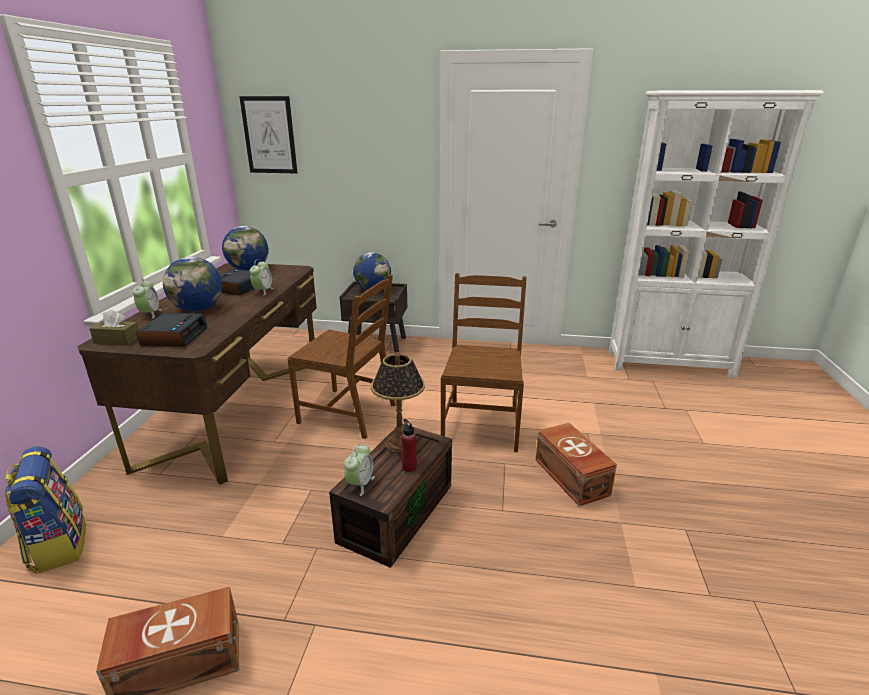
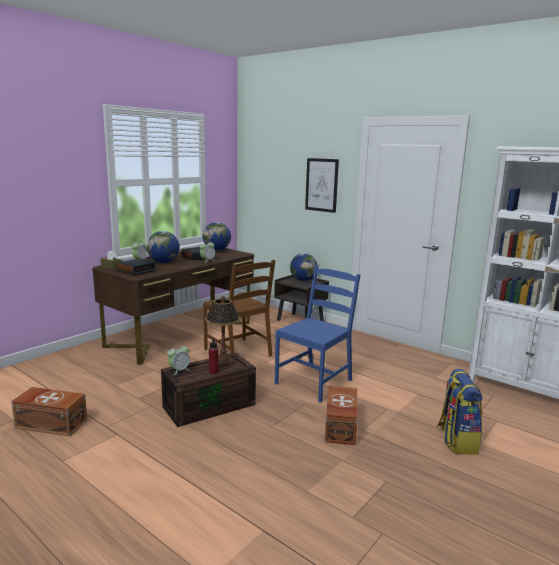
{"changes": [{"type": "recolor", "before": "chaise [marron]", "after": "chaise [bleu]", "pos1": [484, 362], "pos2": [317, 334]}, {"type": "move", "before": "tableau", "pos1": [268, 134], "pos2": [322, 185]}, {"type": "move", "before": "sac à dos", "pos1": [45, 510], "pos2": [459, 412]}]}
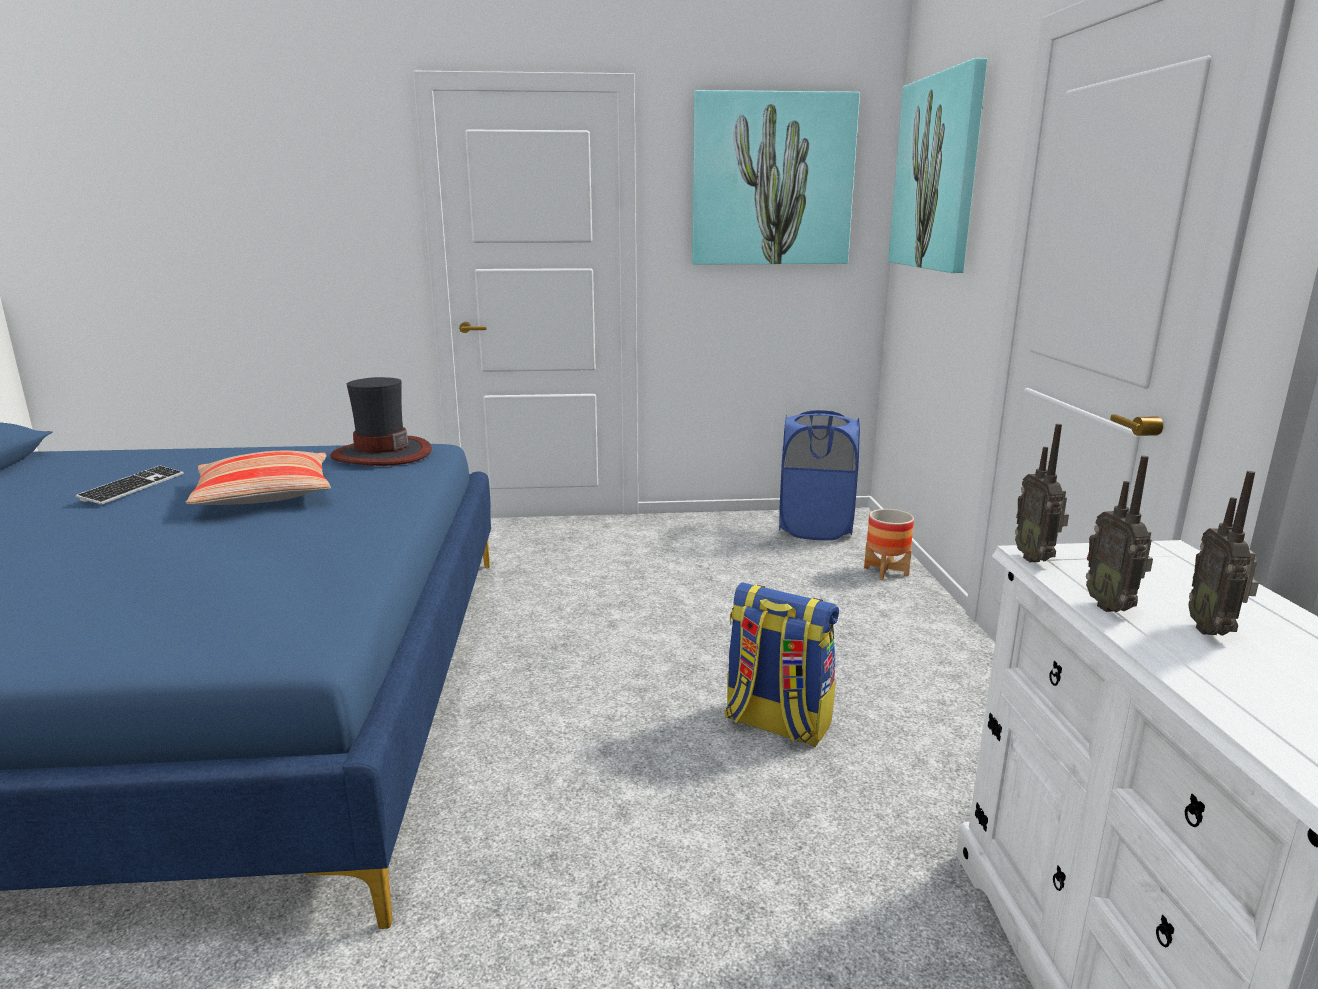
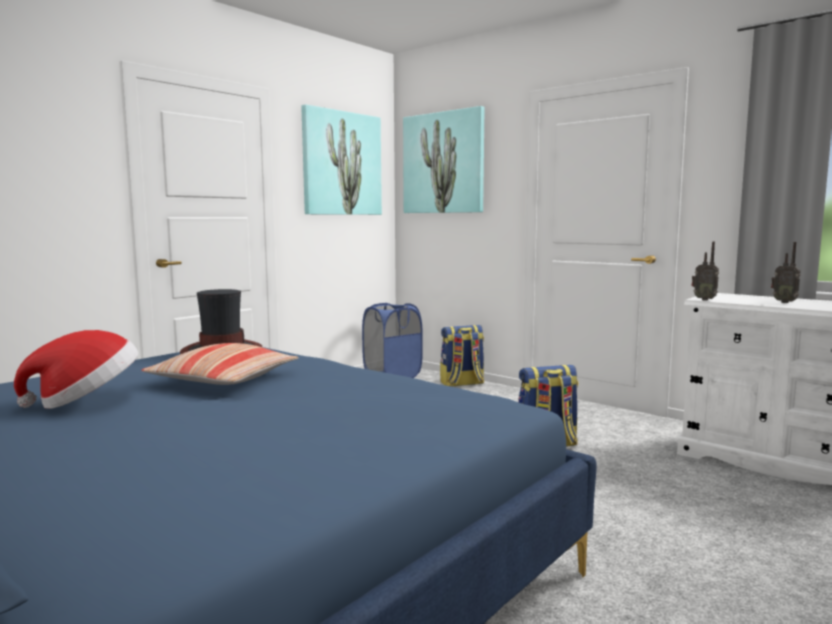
{"changes": [{"type": "replace", "before": "clavier", "after": "chapeau", "pos1": [129, 485], "pos2": [76, 369]}, {"type": "replace", "before": "cache-pot", "after": "sac à dos", "pos1": [889, 544], "pos2": [462, 356]}, {"type": "delete", "before": "radio", "pos1": [1119, 534]}]}
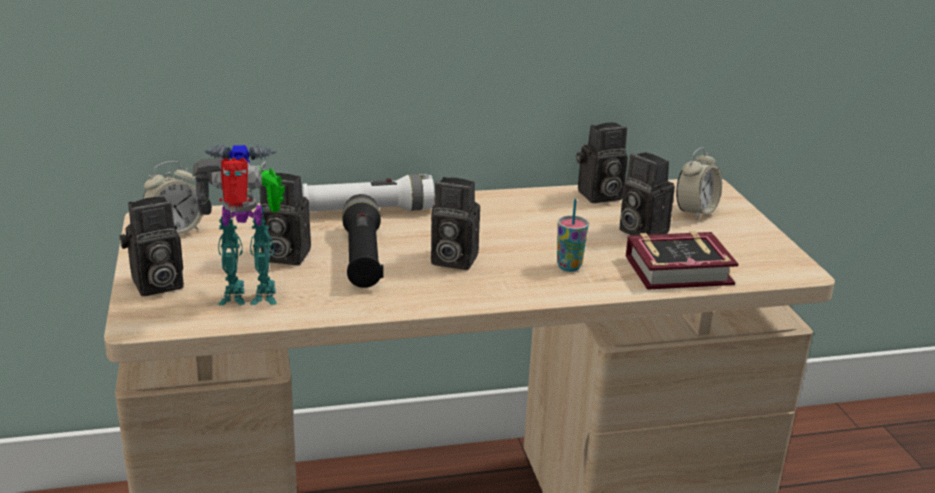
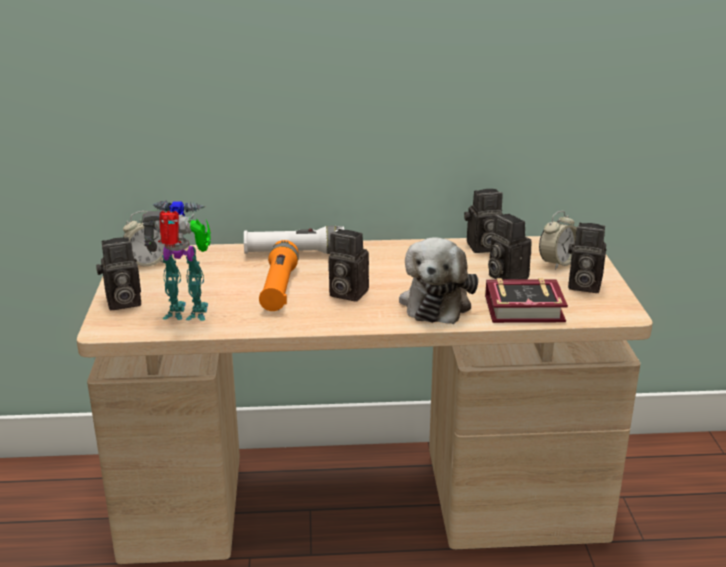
{"changes": [{"type": "recolor", "before": "lampe de poche [noir]", "after": "lampe de poche [orange]", "pos1": [363, 241], "pos2": [279, 275]}, {"type": "replace", "before": "tasse", "after": "peluche", "pos1": [573, 235], "pos2": [438, 280]}, {"type": "move", "before": "appareil photo", "pos1": [285, 219], "pos2": [587, 258]}]}
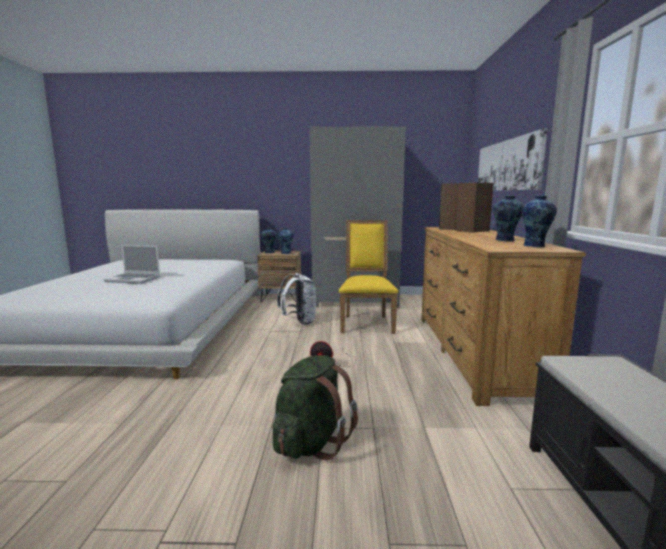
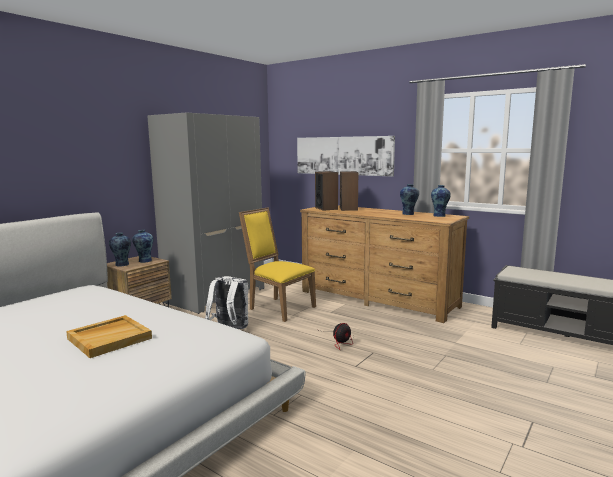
{"changes": [{"type": "replace", "before": "ordinateur portable", "after": "plateau [beige]", "pos1": [131, 264], "pos2": [109, 336]}, {"type": "delete", "before": "sac à dos [vert]", "pos1": [315, 407]}]}
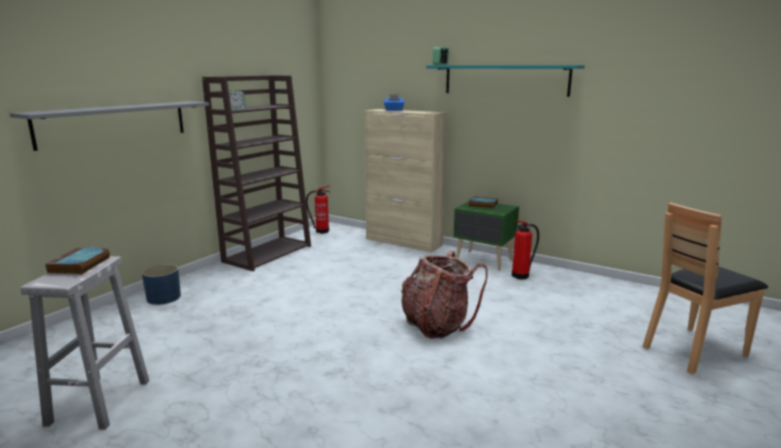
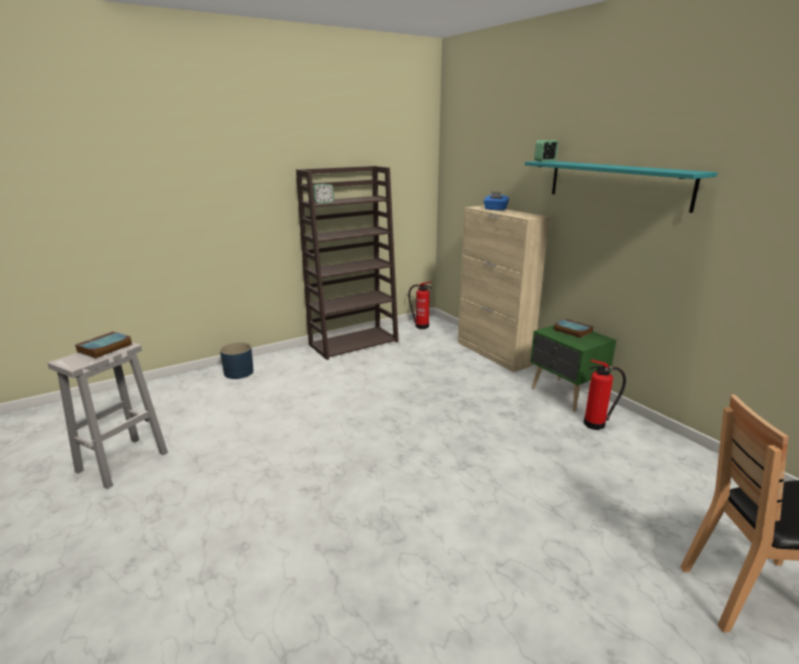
{"changes": [{"type": "delete", "before": "étagère [gris]", "pos1": [109, 126]}, {"type": "delete", "before": "sac à dos", "pos1": [444, 295]}]}
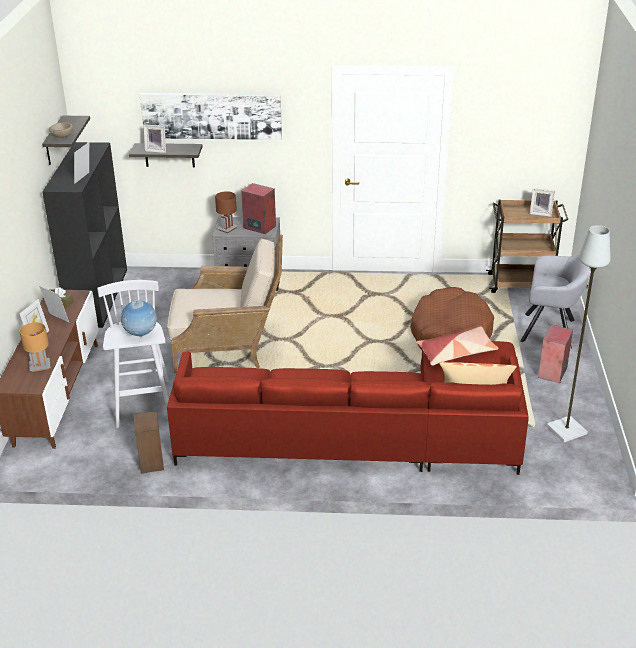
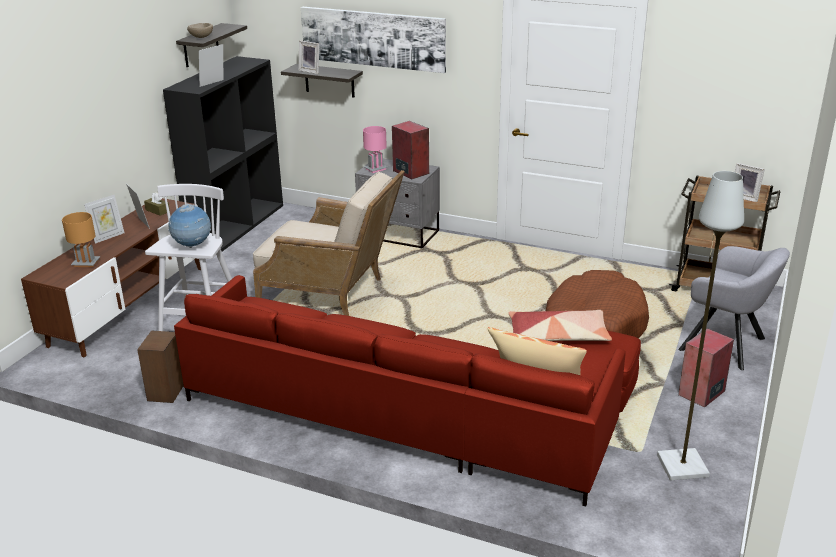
{"changes": [{"type": "recolor", "before": "lampe de table [marron]", "after": "lampe de table [rose]", "pos1": [226, 212], "pos2": [375, 149]}]}
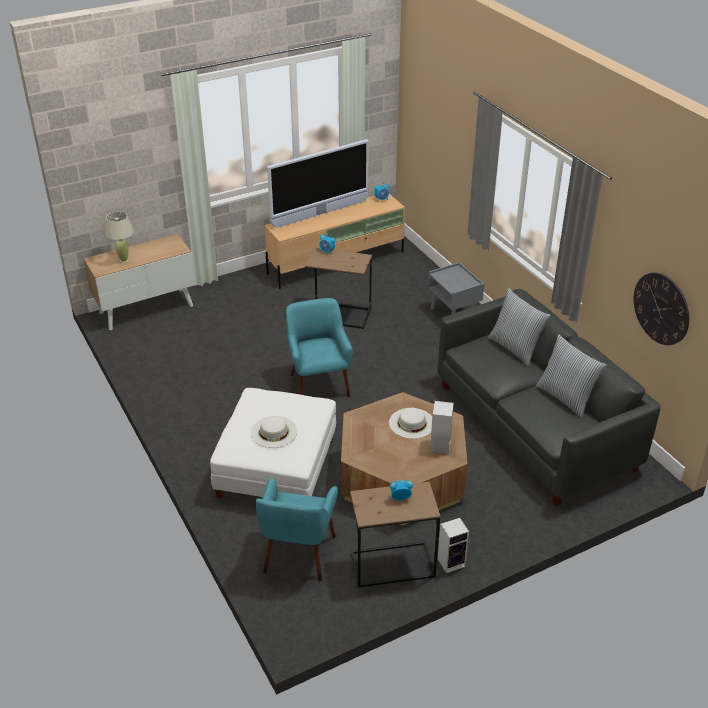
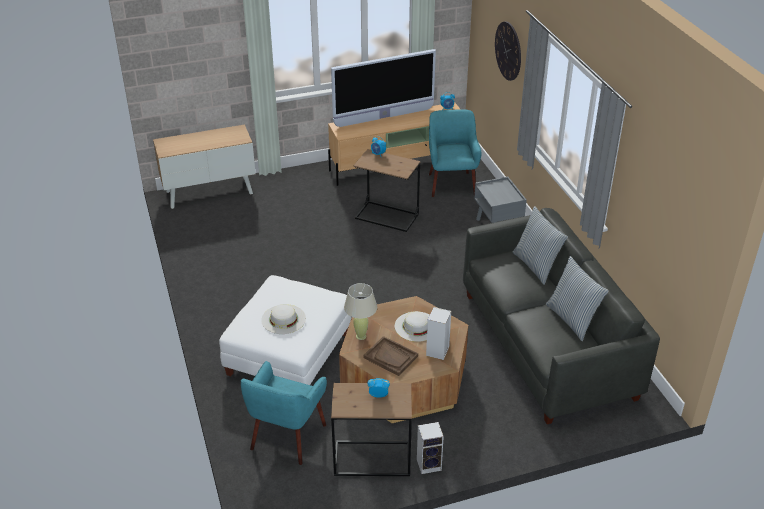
{"changes": [{"type": "move", "before": "lampe de table [beige]", "pos1": [119, 237], "pos2": [360, 311]}, {"type": "insert", "after": "plateau [marron]", "pos2": [390, 356]}, {"type": "move", "before": "fauteuil [turquoise]", "pos1": [319, 347], "pos2": [455, 153]}, {"type": "move", "before": "horloge murale", "pos1": [661, 309], "pos2": [508, 51]}]}
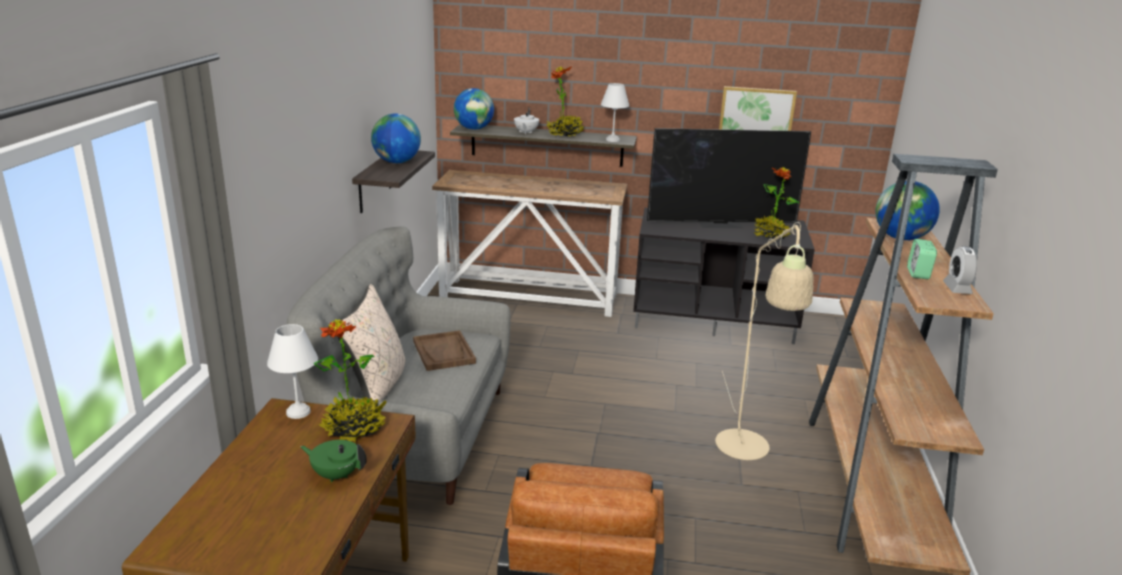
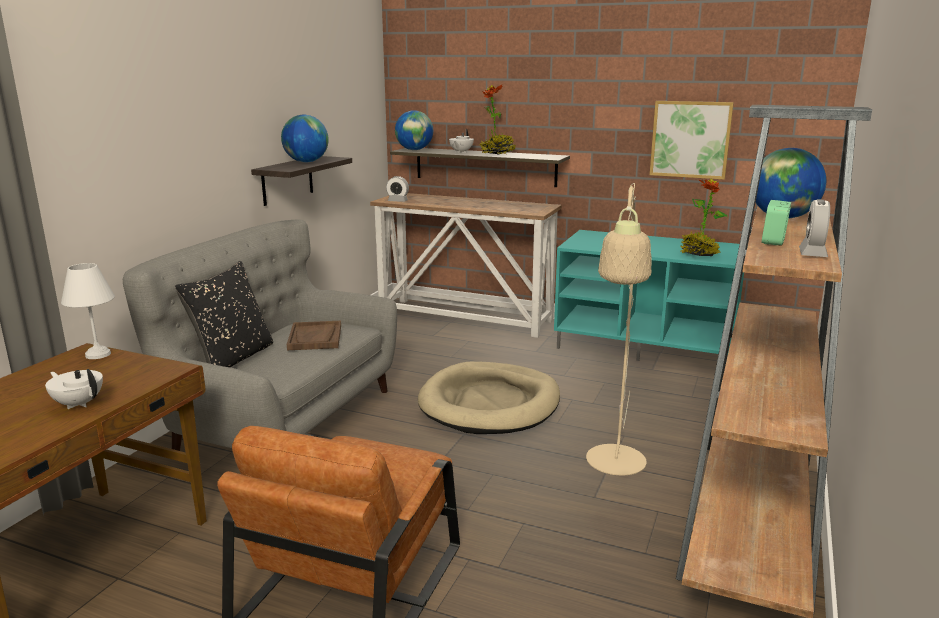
{"changes": [{"type": "recolor", "before": "théière [vert]", "after": "théière [blanc]", "pos1": [334, 461], "pos2": [74, 389]}, {"type": "recolor", "before": "coussin [beige]", "after": "coussin [noir]", "pos1": [371, 342], "pos2": [224, 314]}, {"type": "insert", "after": "réveil", "pos2": [397, 189]}, {"type": "insert", "after": "panier pour chien [beige]", "pos2": [489, 398]}, {"type": "recolor", "before": "meuble télé [noir]", "after": "meuble télé [turquoise]", "pos1": [724, 276], "pos2": [651, 295]}, {"type": "delete", "before": "plante en pot", "pos1": [350, 380]}, {"type": "delete", "before": "lampe de table [blanc]", "pos1": [615, 112]}, {"type": "delete", "before": "téléviseur", "pos1": [729, 178]}]}
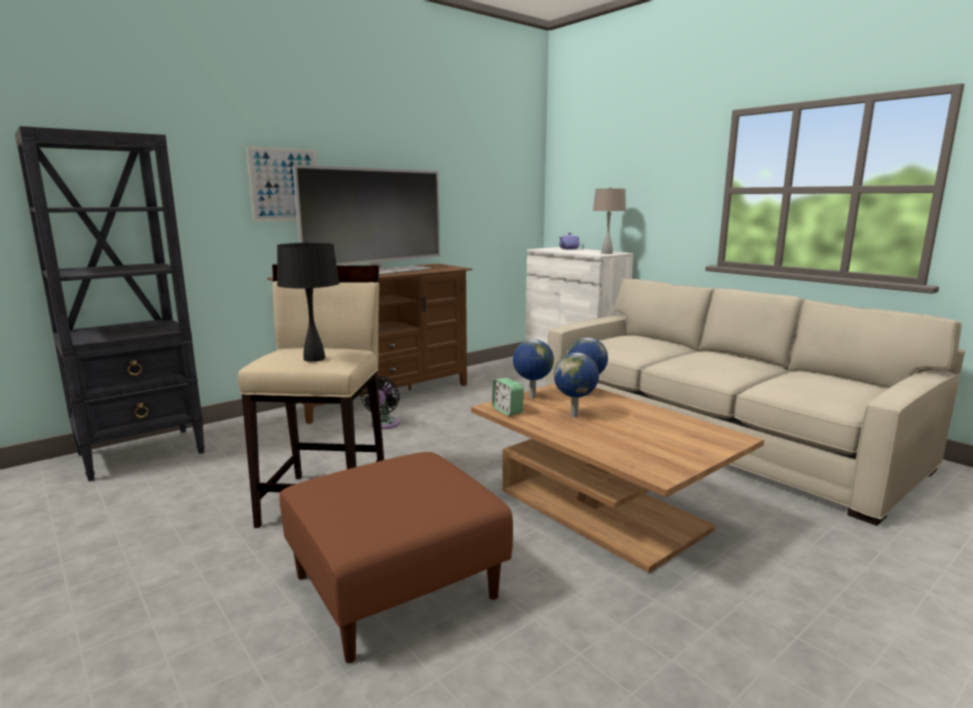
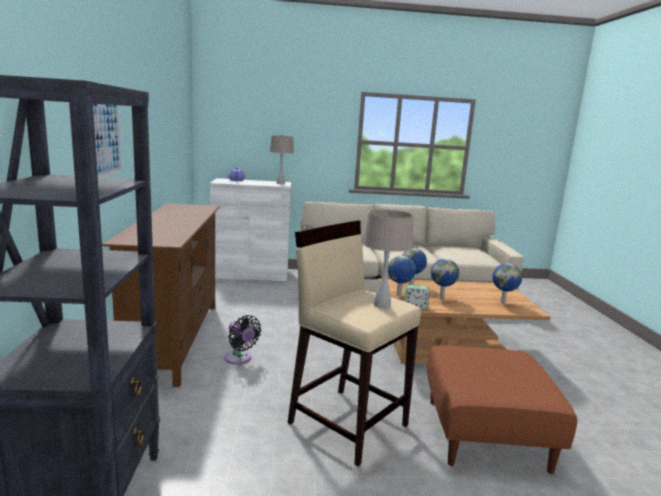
{"changes": [{"type": "recolor", "before": "lampe de table [noir]", "after": "lampe de table [beige]", "pos1": [308, 301], "pos2": [388, 258]}, {"type": "insert", "after": "globe", "pos2": [507, 283]}, {"type": "delete", "before": "téléviseur", "pos1": [366, 220]}]}
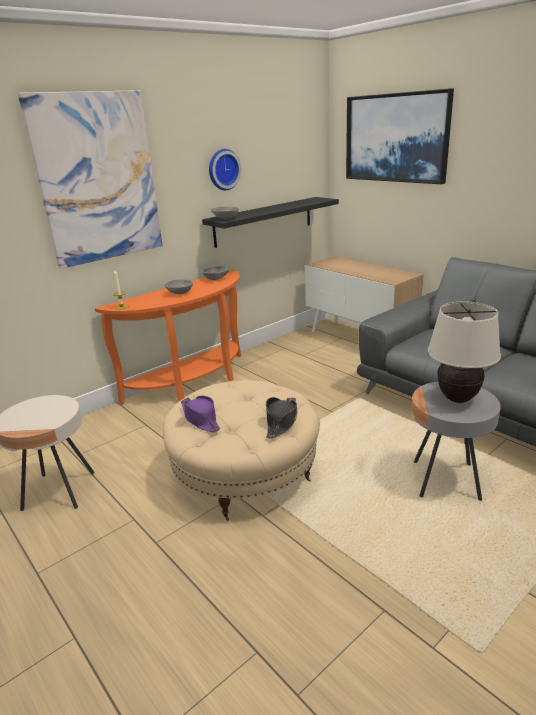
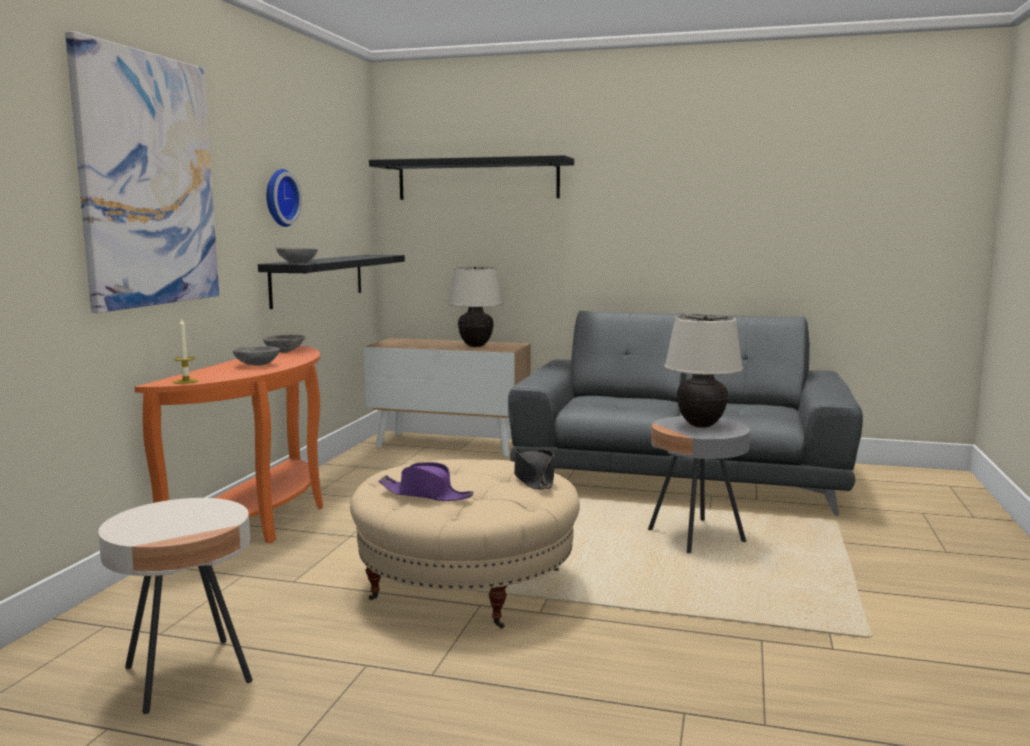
{"changes": [{"type": "replace", "before": "tableau", "after": "étagère [noir]", "pos1": [400, 136], "pos2": [471, 177]}, {"type": "insert", "after": "lampe de table [beige]", "pos2": [475, 307]}]}
